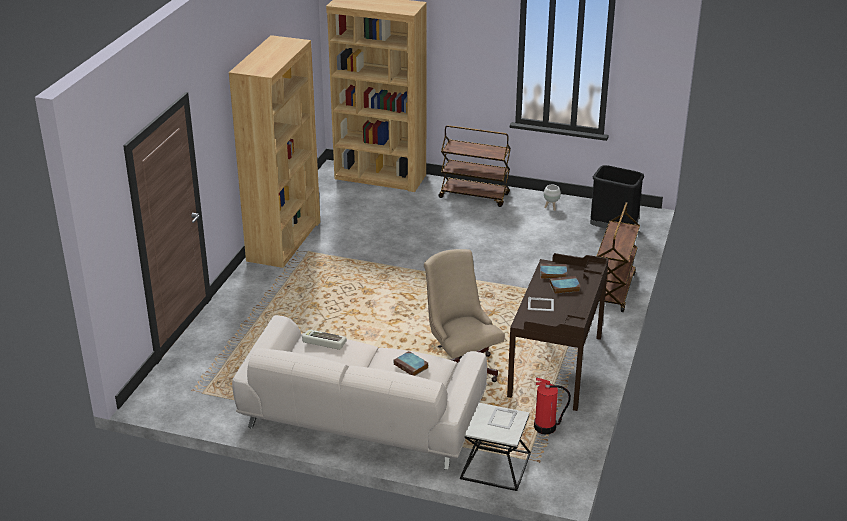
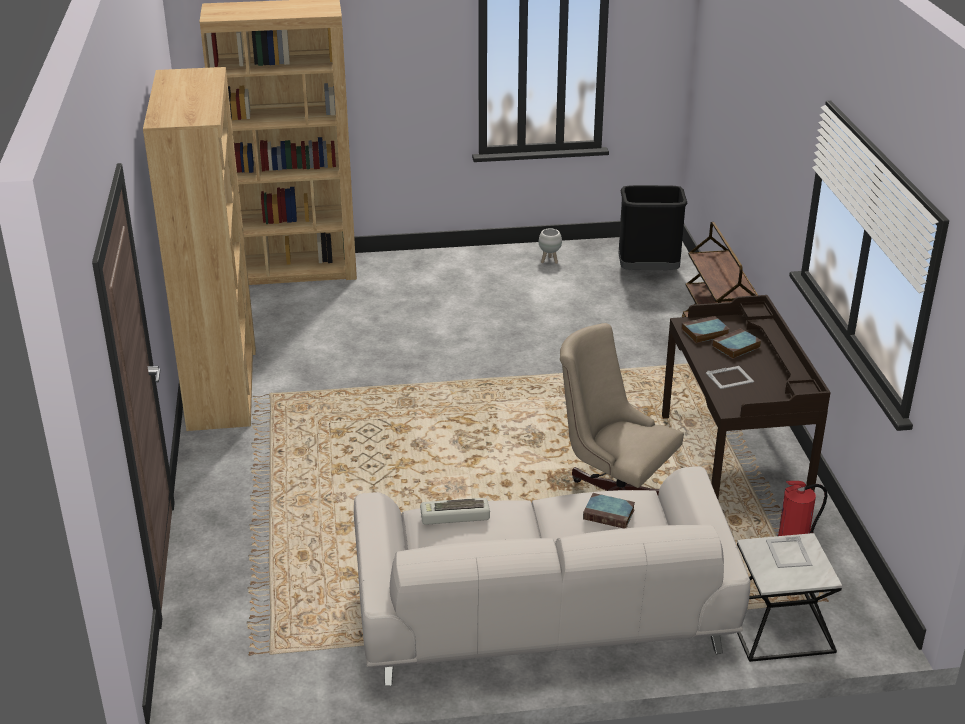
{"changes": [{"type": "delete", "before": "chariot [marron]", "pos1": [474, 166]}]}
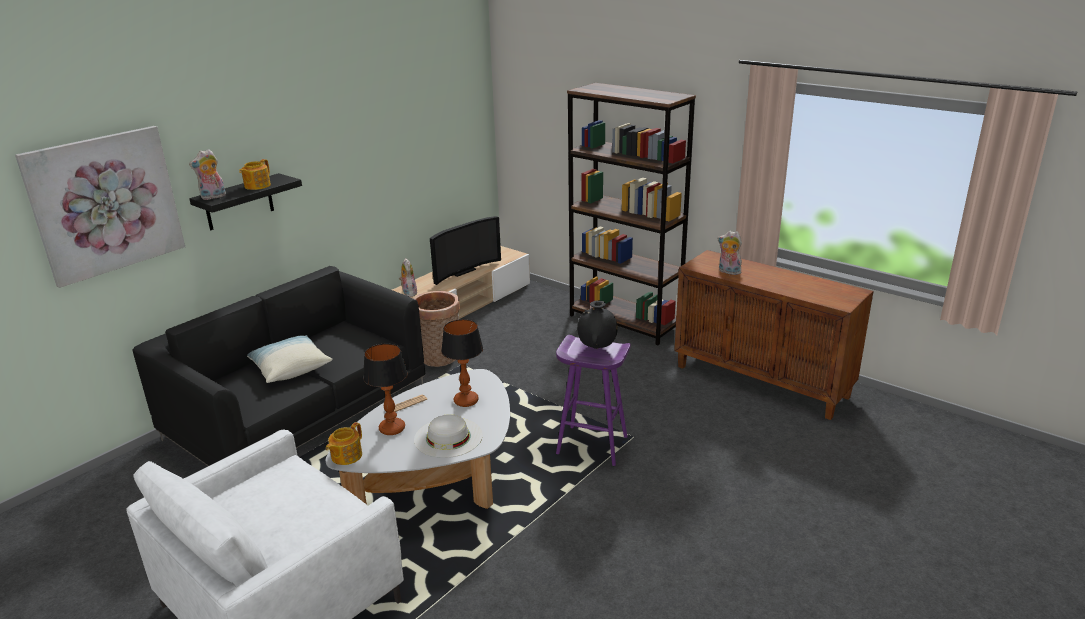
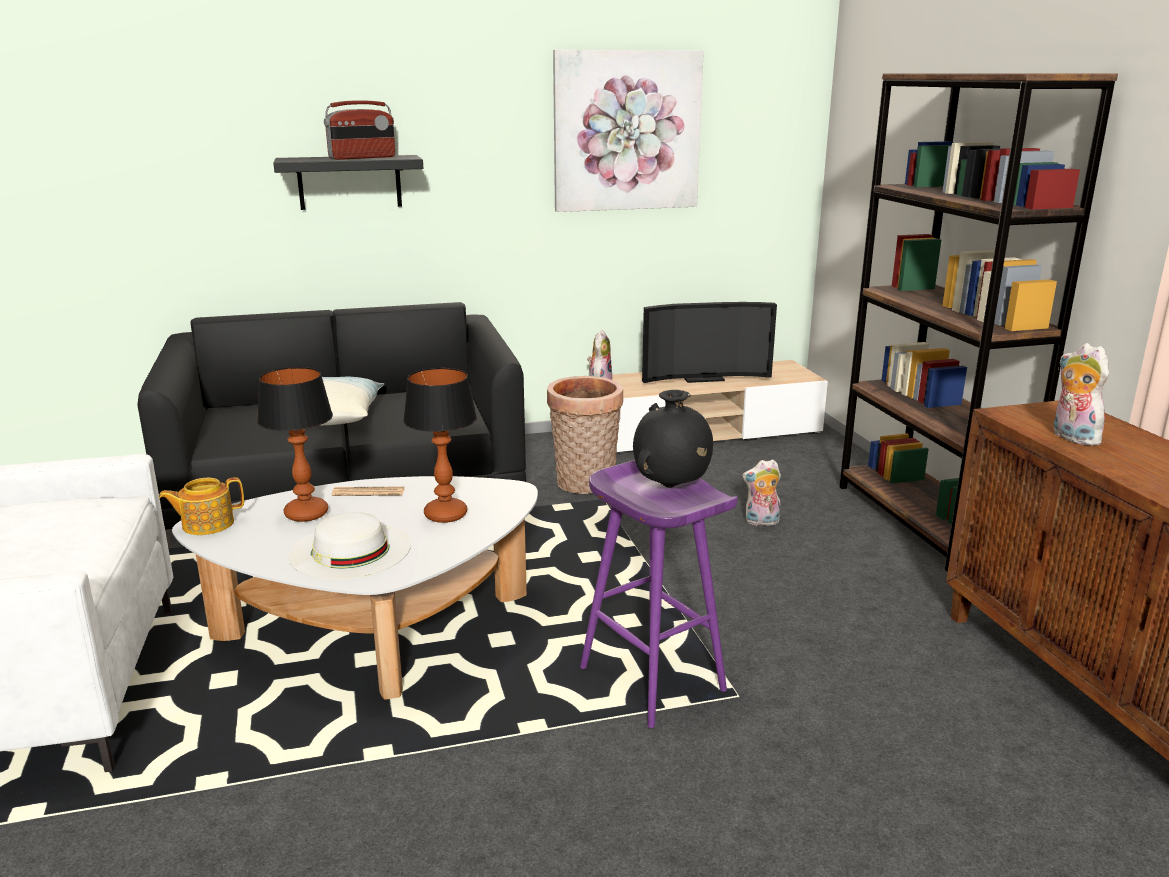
{"changes": [{"type": "replace", "before": "théière", "after": "radio", "pos1": [255, 174], "pos2": [359, 130]}, {"type": "move", "before": "tableau", "pos1": [100, 207], "pos2": [628, 131]}, {"type": "move", "before": "peluche", "pos1": [207, 174], "pos2": [761, 492]}]}
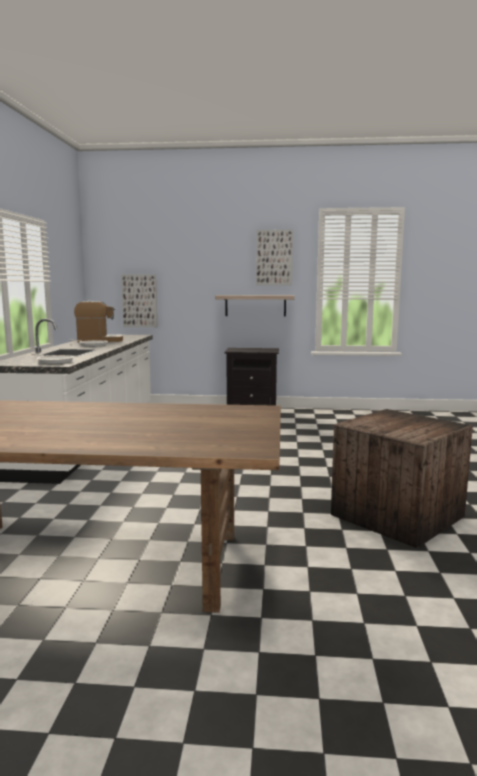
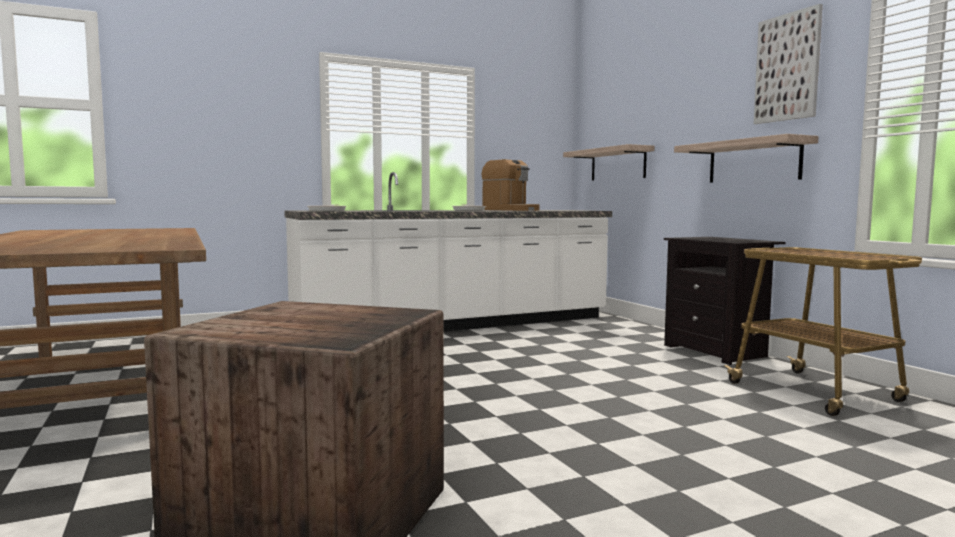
{"changes": [{"type": "replace", "before": "tableau", "after": "étagère", "pos1": [139, 300], "pos2": [609, 162]}, {"type": "insert", "after": "chariot", "pos2": [823, 331]}]}
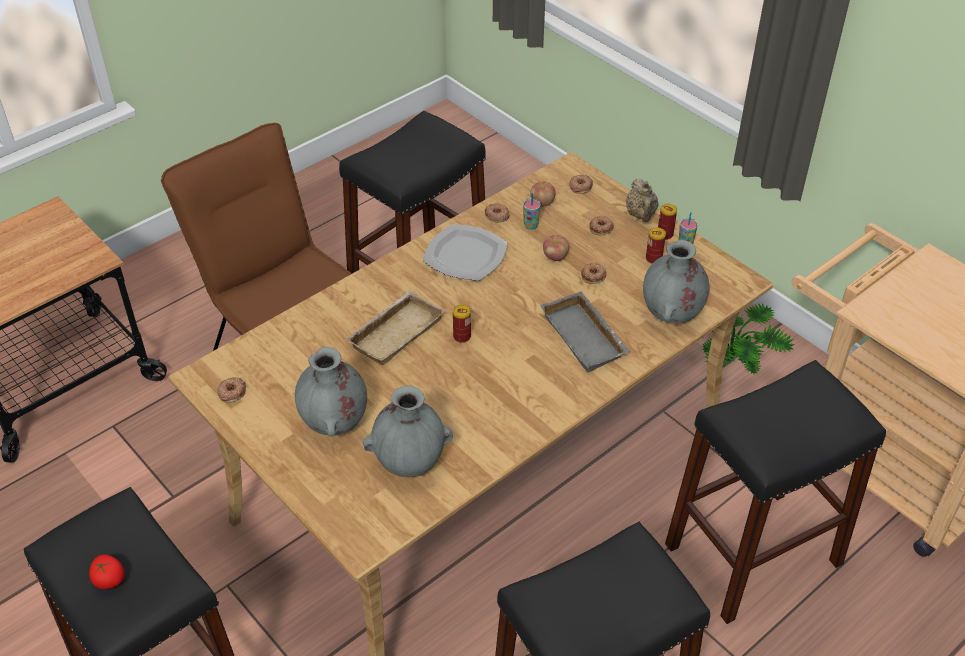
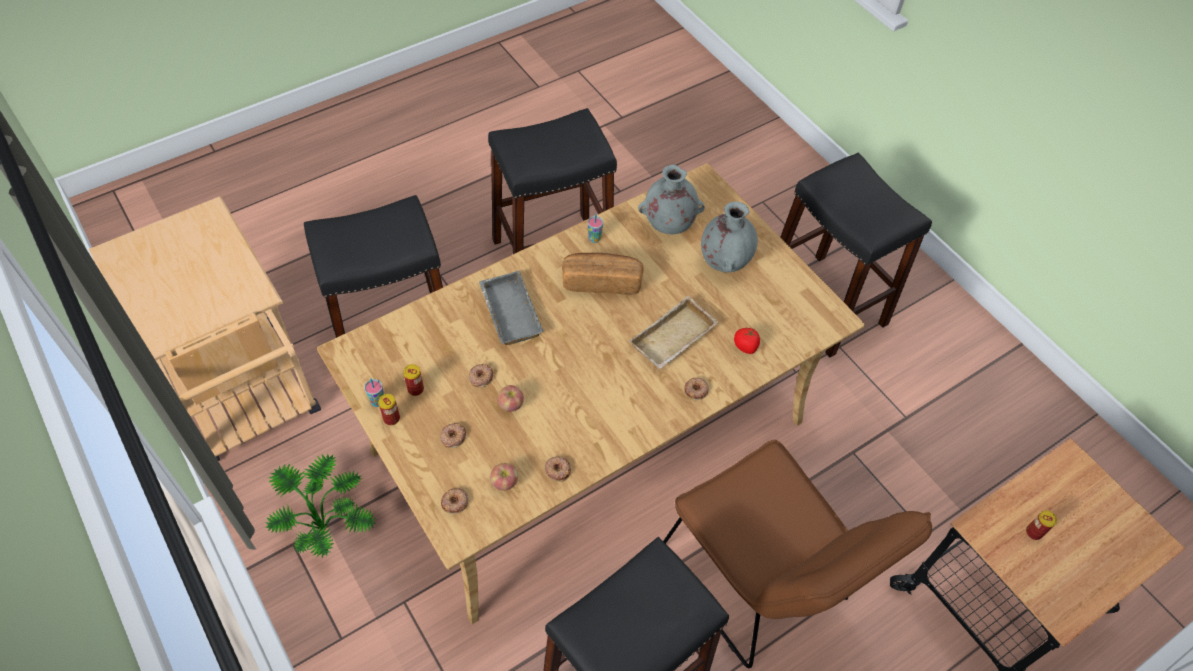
{"changes": [{"type": "insert", "after": "pain", "pos2": [603, 274]}, {"type": "move", "before": "tasse", "pos1": [532, 211], "pos2": [595, 228]}, {"type": "move", "before": "beignet", "pos1": [231, 389], "pos2": [696, 389]}, {"type": "move", "before": "tomate", "pos1": [107, 571], "pos2": [747, 341]}, {"type": "move", "before": "boîte métallique", "pos1": [462, 324], "pos2": [1041, 525]}, {"type": "delete", "before": "assiette", "pos1": [465, 252]}, {"type": "delete", "before": "théière [beige]", "pos1": [642, 200]}, {"type": "delete", "before": "vase [gris]", "pos1": [676, 282]}]}
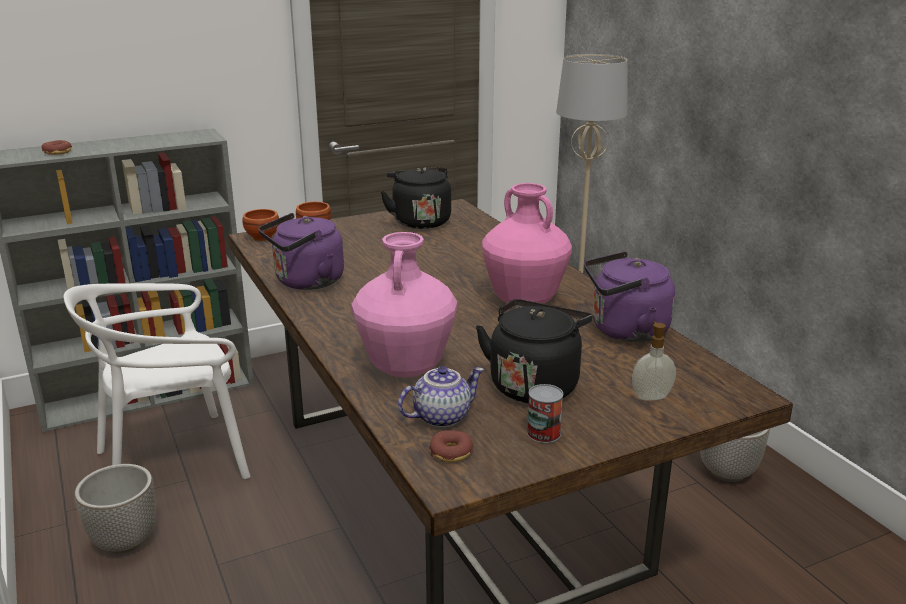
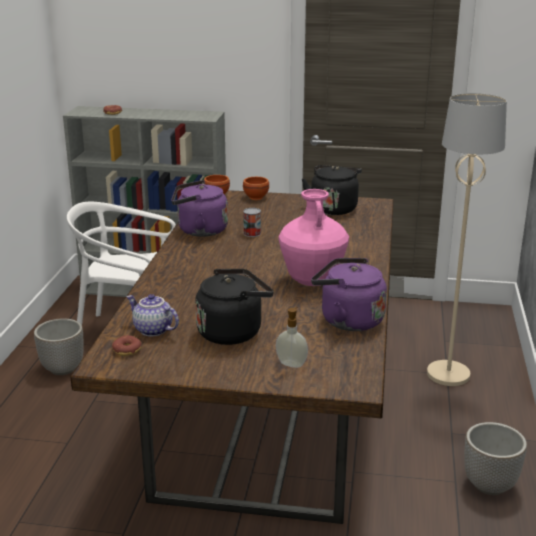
{"changes": [{"type": "rotate", "before": "théière", "pos1": [441, 397], "pos2": [152, 315], "turn": -150}, {"type": "move", "before": "boîte métallique", "pos1": [545, 413], "pos2": [252, 222]}, {"type": "delete", "before": "vase [rose]", "pos1": [404, 305]}]}
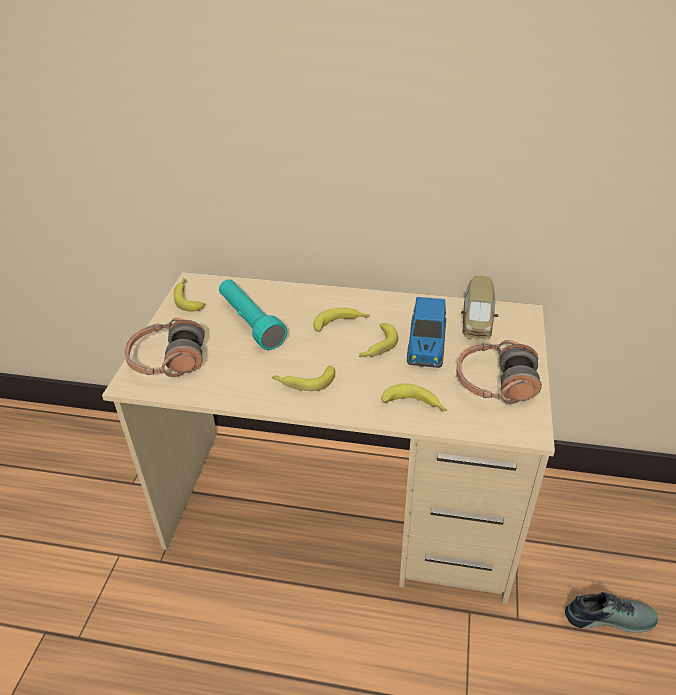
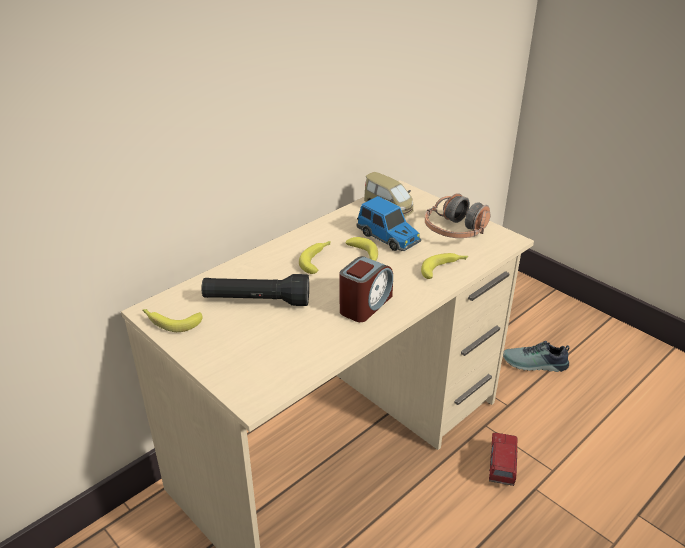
{"changes": [{"type": "recolor", "before": "lampe de poche [turquoise]", "after": "lampe de poche [noir]", "pos1": [253, 314], "pos2": [255, 290]}, {"type": "replace", "before": "banane", "after": "réveil", "pos1": [303, 378], "pos2": [366, 289]}, {"type": "insert", "after": "camion jouet", "pos2": [503, 459]}, {"type": "rotate", "before": "chaussure", "pos1": [611, 612], "pos2": [536, 356], "turn": -120}, {"type": "delete", "before": "casque audio", "pos1": [164, 347]}]}
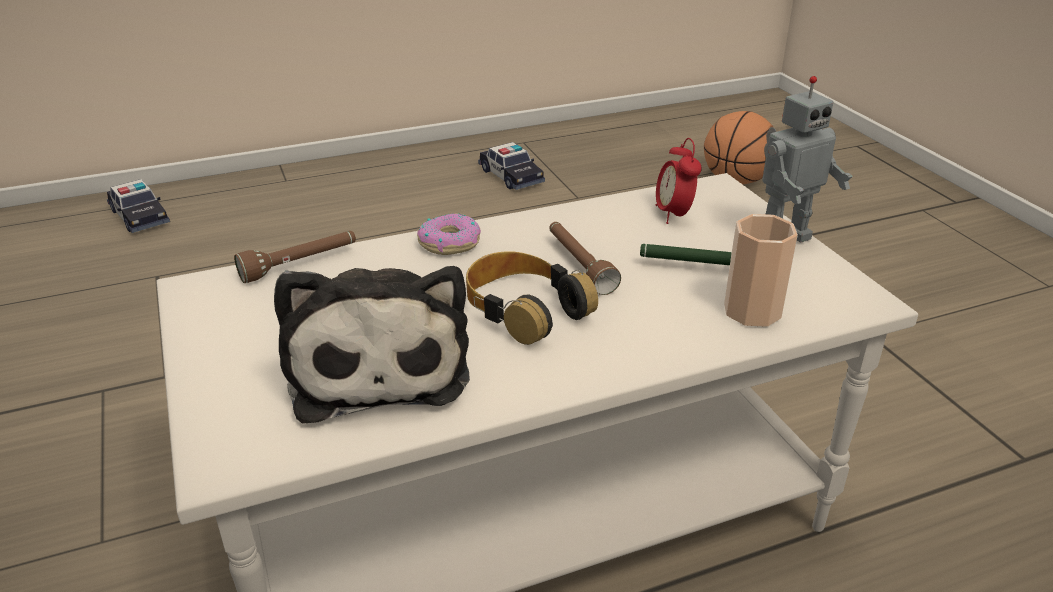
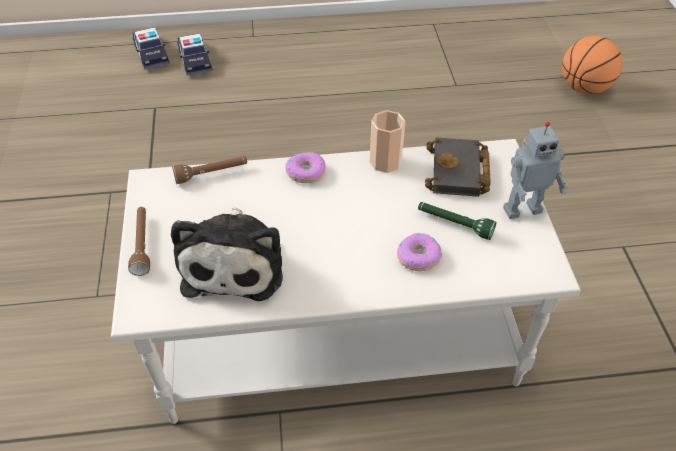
{"changes": [{"type": "move", "before": "lampe de poche [marron]", "pos1": [585, 258], "pos2": [139, 241]}, {"type": "move", "before": "petite voiture", "pos1": [511, 166], "pos2": [194, 54]}, {"type": "move", "before": "tasse", "pos1": [761, 270], "pos2": [387, 141]}, {"type": "insert", "after": "beignet", "pos2": [419, 252]}, {"type": "replace", "before": "réveil", "after": "livre [noir]", "pos1": [679, 181], "pos2": [458, 167]}, {"type": "delete", "before": "casque audio", "pos1": [532, 298]}]}
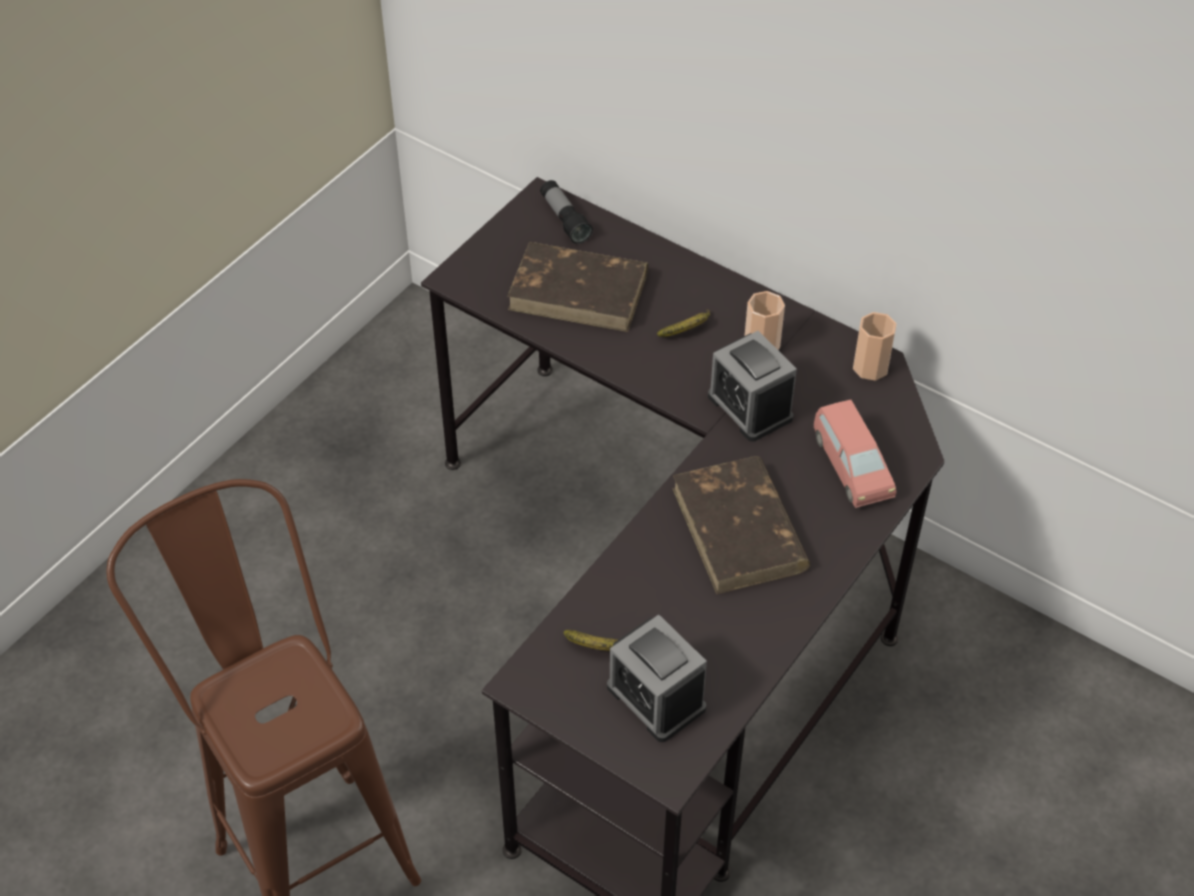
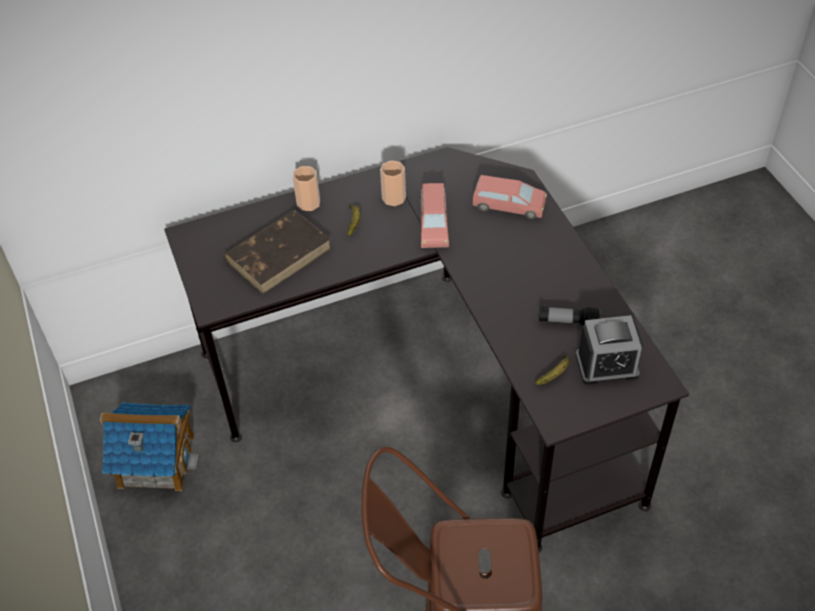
{"changes": [{"type": "insert", "after": "maison miniature", "pos2": [150, 446]}, {"type": "move", "before": "tasse", "pos1": [875, 346], "pos2": [306, 188]}, {"type": "replace", "before": "réveil", "after": "petite voiture [rose]", "pos1": [752, 386], "pos2": [435, 215]}, {"type": "move", "before": "lampe de poche", "pos1": [566, 212], "pos2": [570, 316]}, {"type": "delete", "before": "livre [marron]", "pos1": [741, 525]}]}
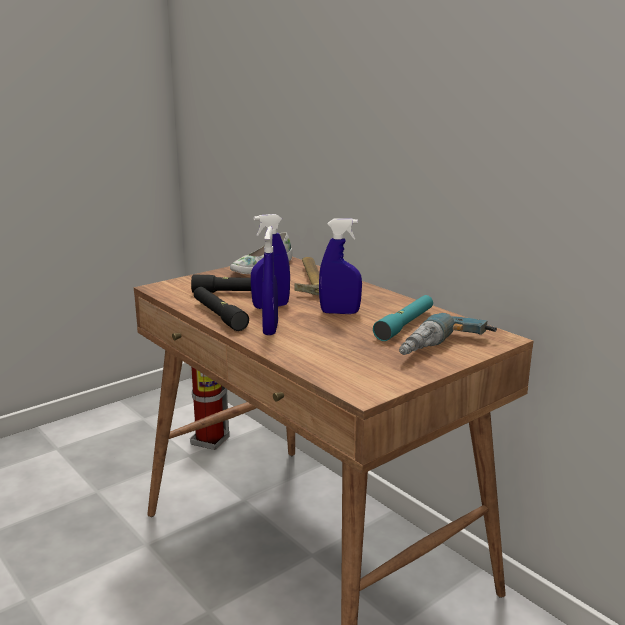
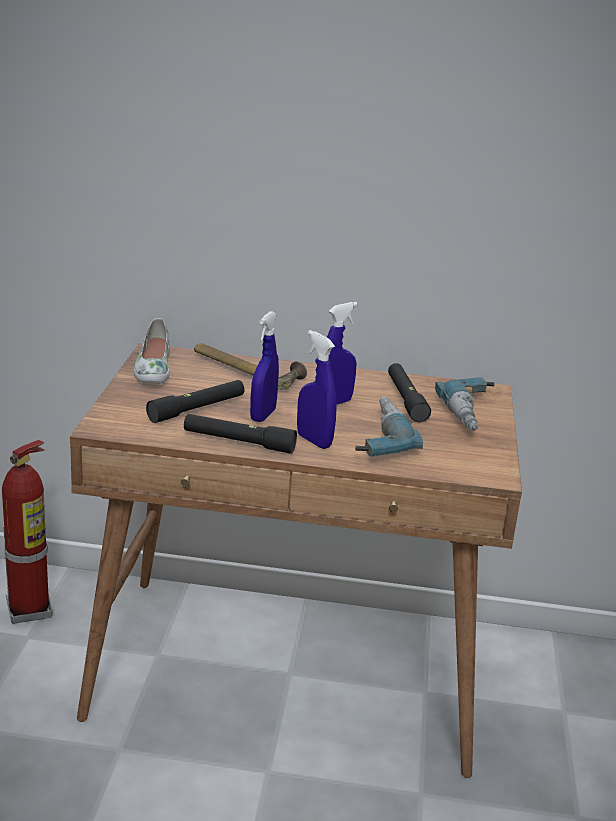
{"changes": [{"type": "insert", "after": "perceuse", "pos2": [389, 426]}, {"type": "recolor", "before": "lampe de poche [turquoise]", "after": "lampe de poche [noir]", "pos1": [403, 318], "pos2": [409, 392]}]}
